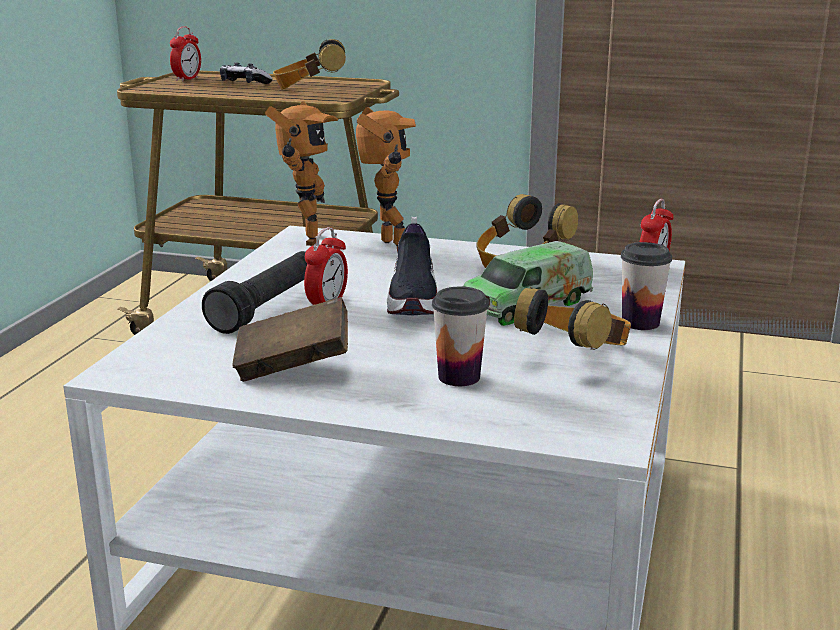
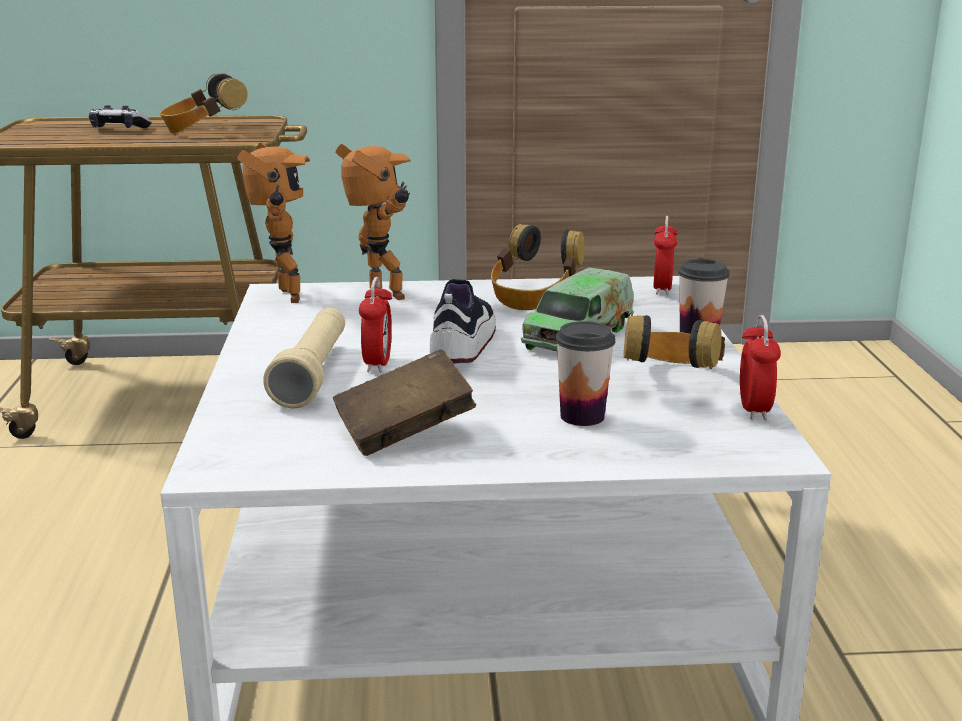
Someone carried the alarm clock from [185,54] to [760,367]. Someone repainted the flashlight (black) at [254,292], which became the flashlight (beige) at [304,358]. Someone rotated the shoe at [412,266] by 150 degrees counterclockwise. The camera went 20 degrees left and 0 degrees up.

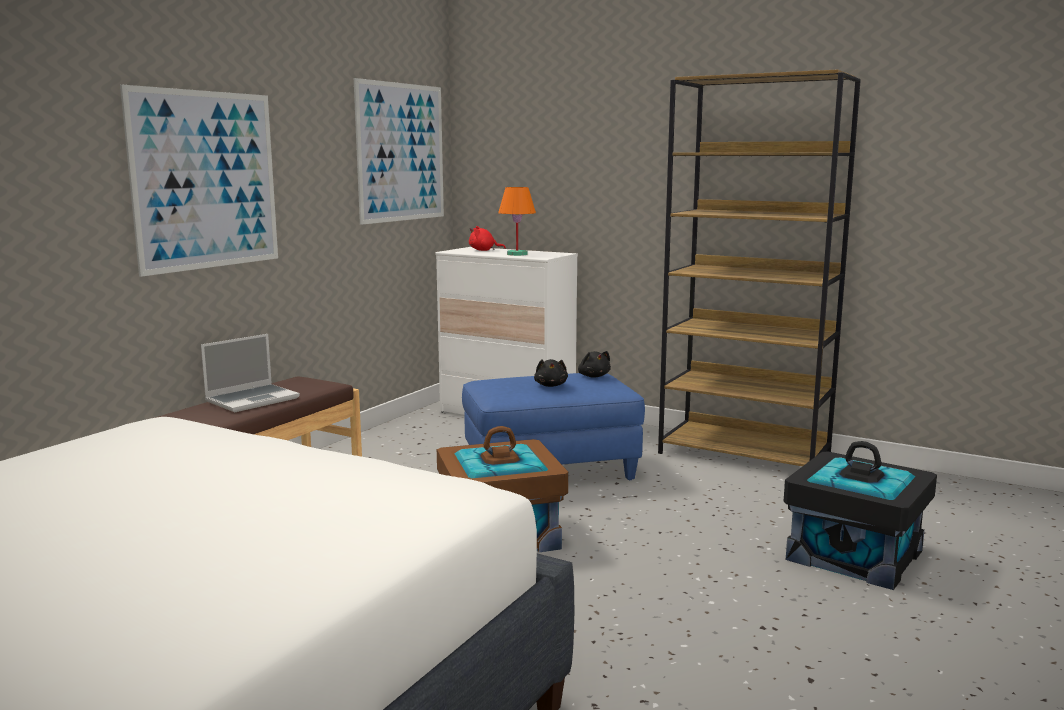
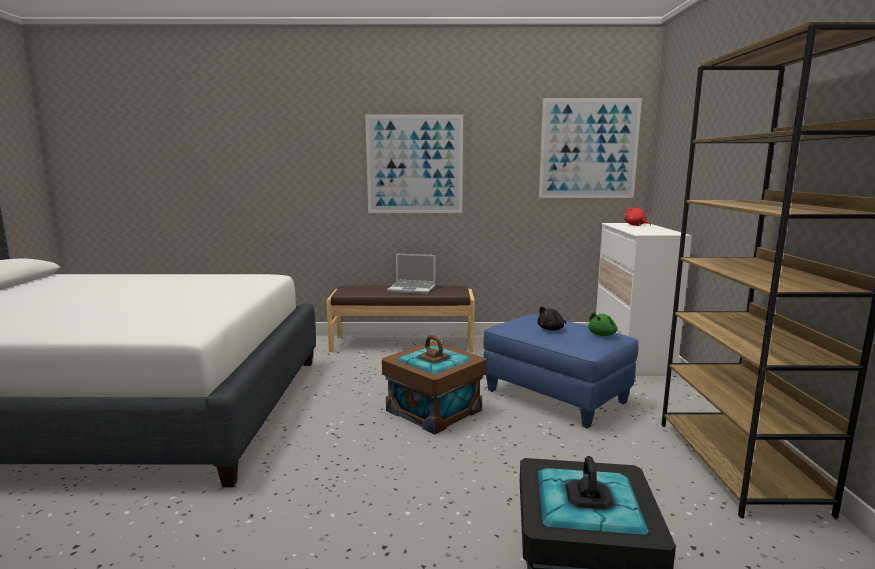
Someone took away the table lamp (orange) at [517,221]. Someone repainted the plush toy (black) at [594,364], which became the plush toy (green) at [602,324]. The camera went 60 degrees right and 0 degrees up.

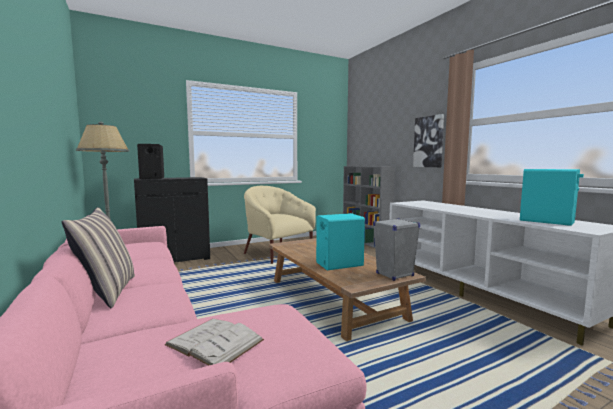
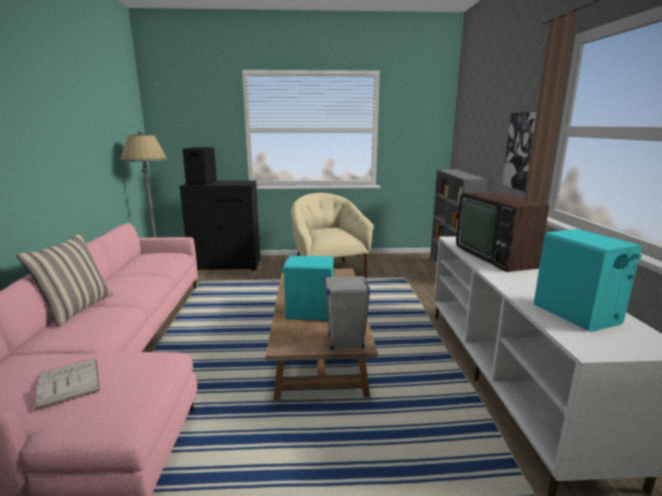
Someone put down the television at [502,232]. The camera went 25 degrees right and 10 degrees up.

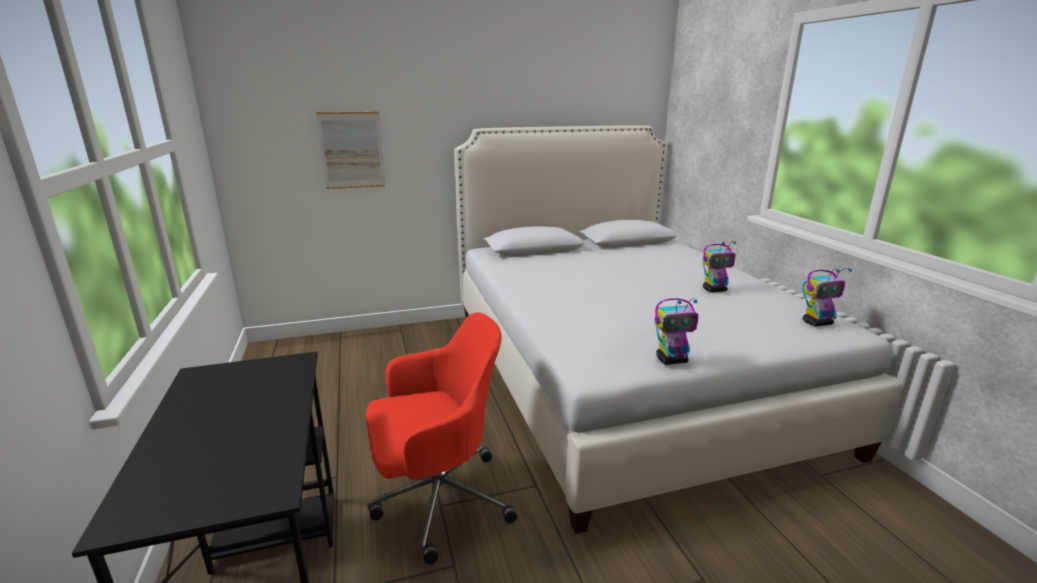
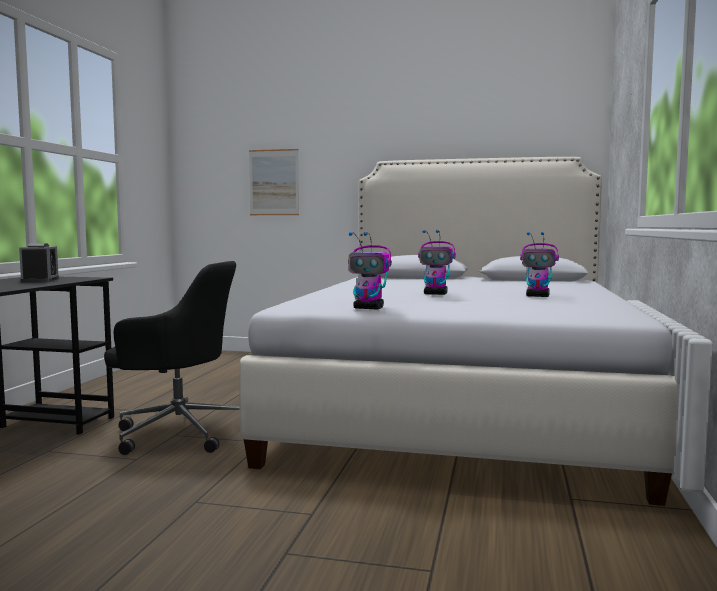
Someone repainted the office chair (red) at [441,438], which became the office chair (black) at [172,358]. Someone carried the toy robot from [827,297] to [437,262]. Someone put down the alarm clock at [39,262]. The camera went 30 degrees right and 15 degrees down.

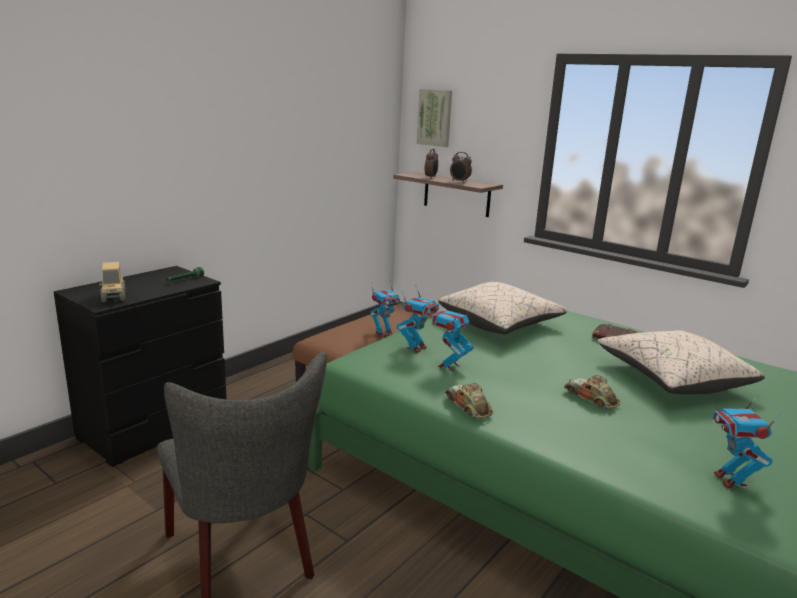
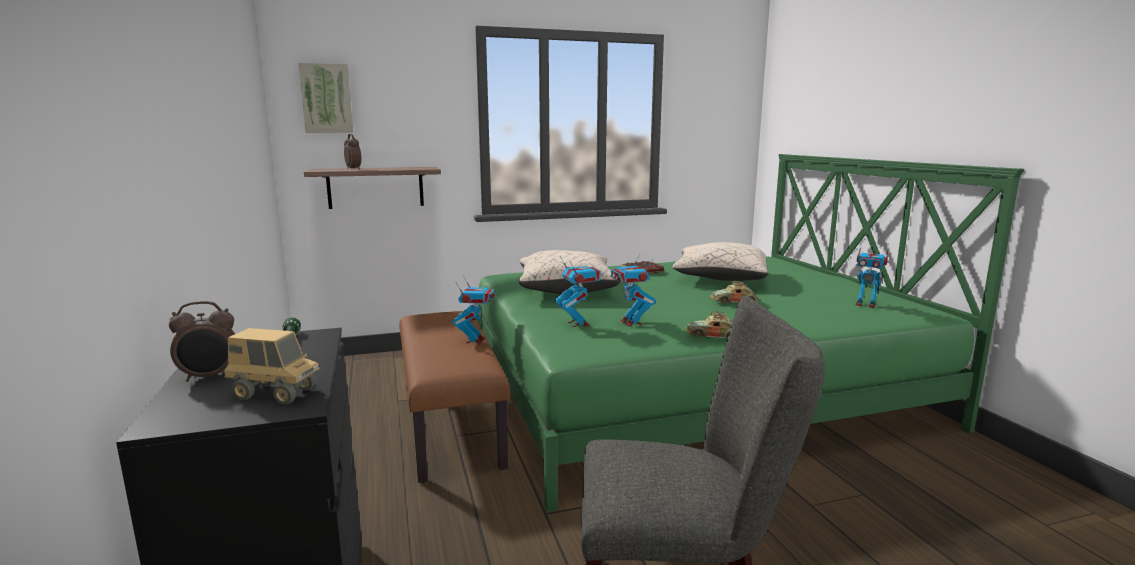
Someone carried the alarm clock from [461,167] to [202,341]. The camera went 55 degrees left and 5 degrees down.

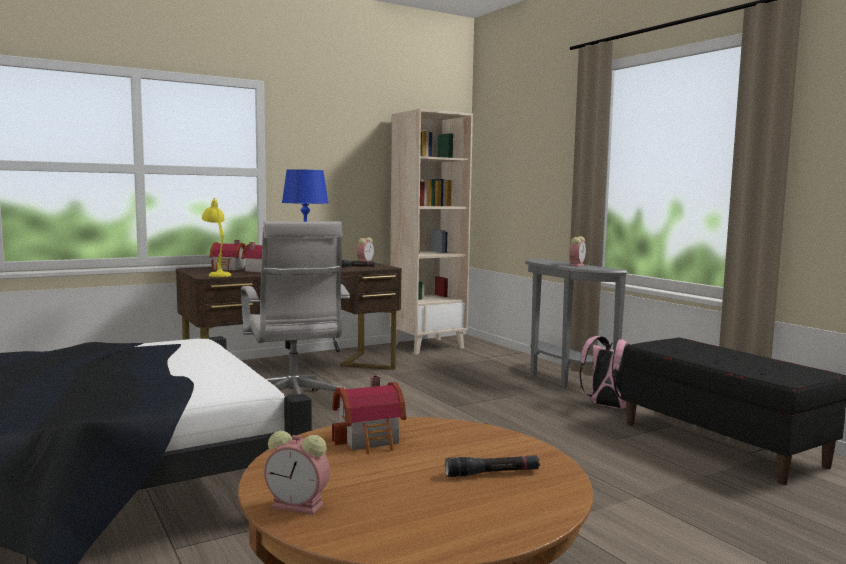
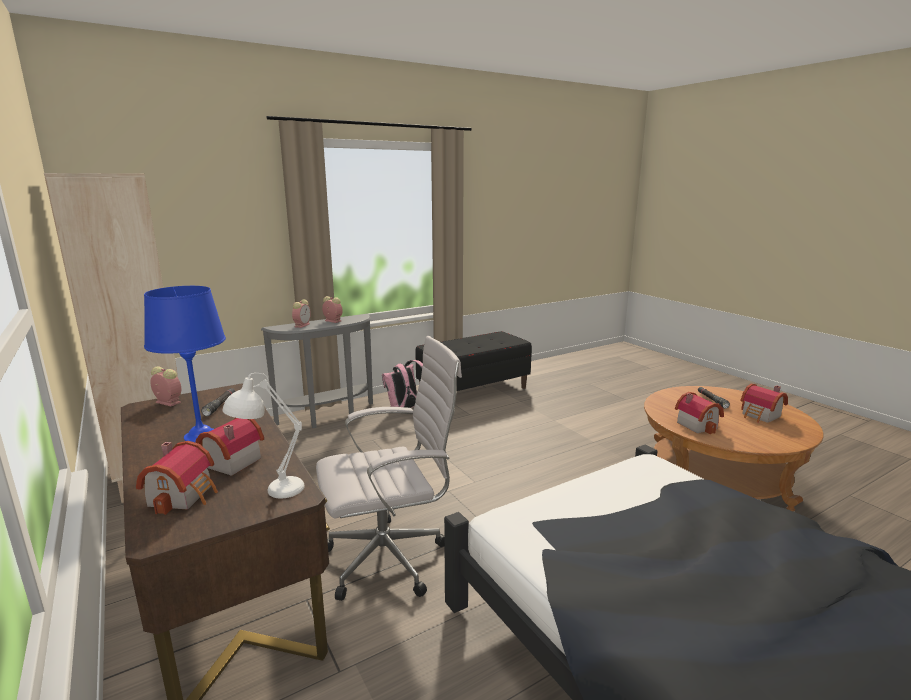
Someone repainted the table lamp (yellow) at [216,237], which became the table lamp (white) at [263,435]. Someone carried the alarm clock from [297,473] to [301,313]. Someone put down the toy house at [764,403]. The camera went 90 degrees left and 10 degrees up.

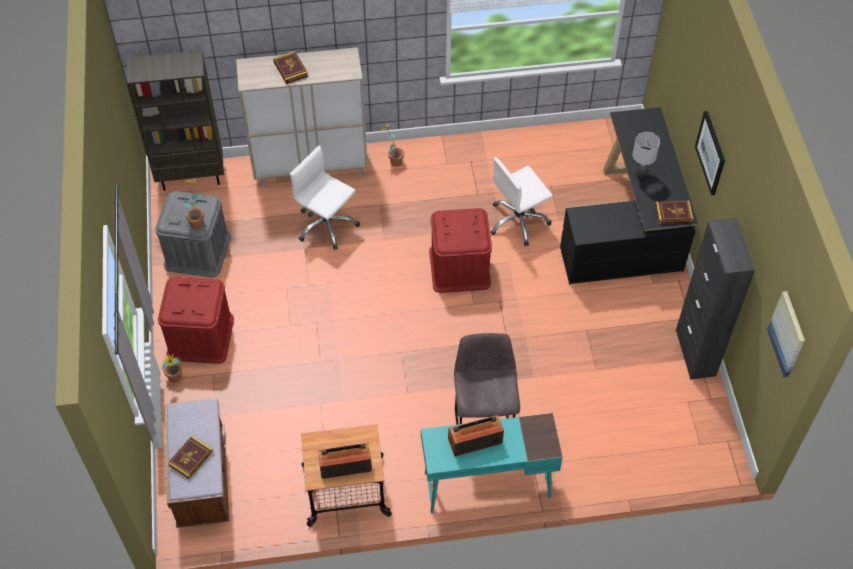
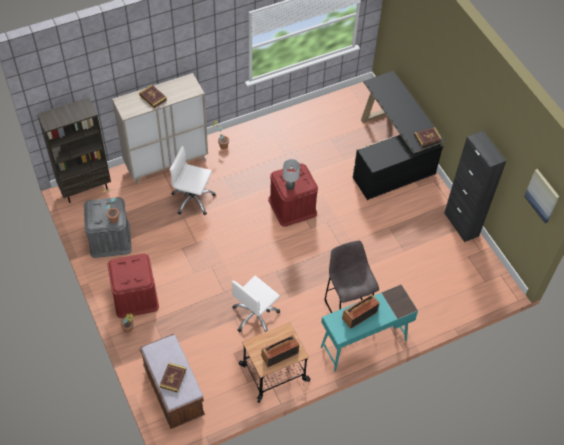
Someone carried the office chair (white) from [521,201] to [256,304]. Someone carried the table lamp (grey) from [646,155] to [291,174]. Someone took away the picture at [710,153]. The camera went 20 degrees left and 0 degrees up.

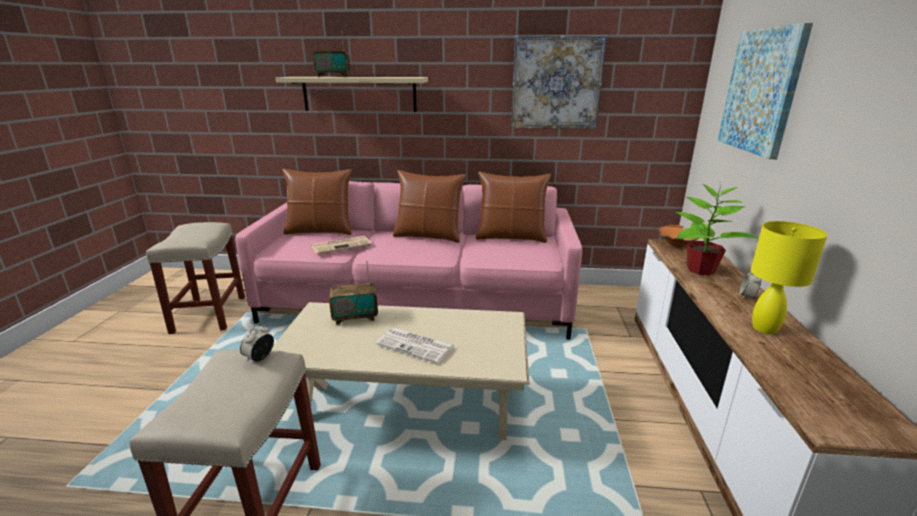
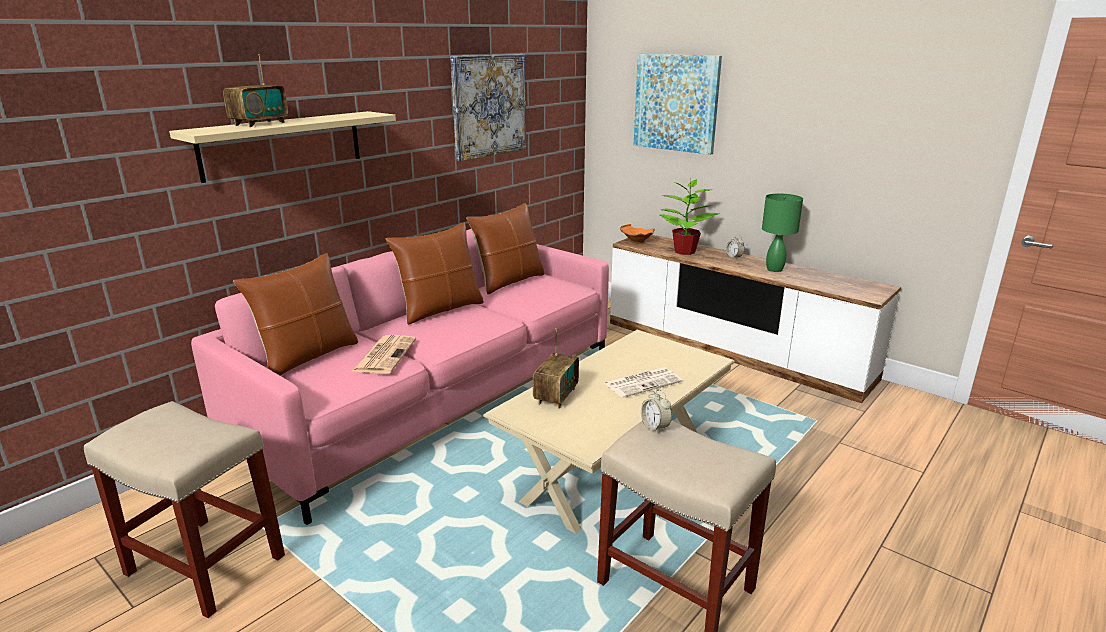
Someone repainted the table lamp (yellow) at [789,277], which became the table lamp (green) at [782,232]. The camera went 55 degrees left and 0 degrees up.

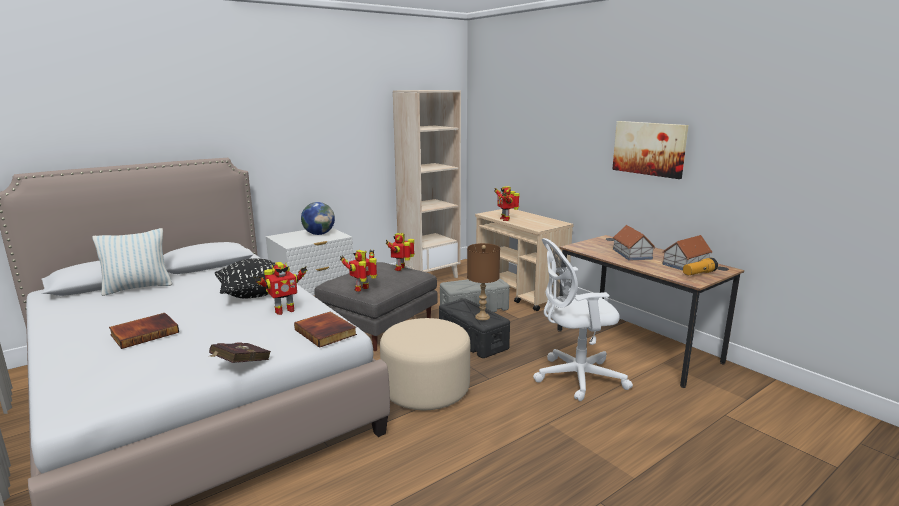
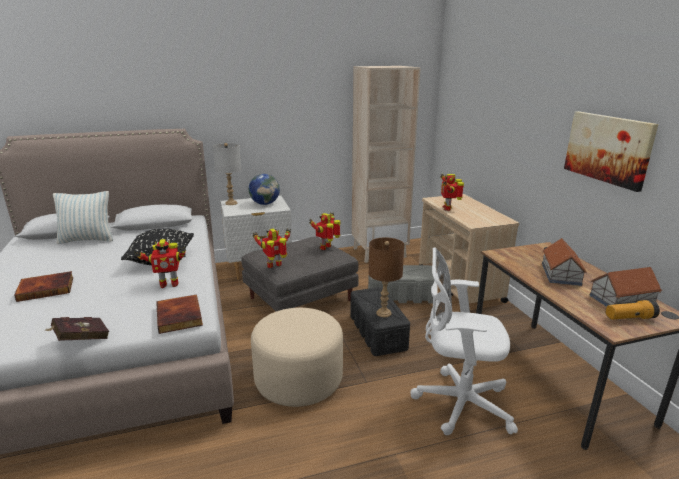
Someone put down the table lamp (grey) at [227,174]. The camera went 20 degrees right and 5 degrees up.

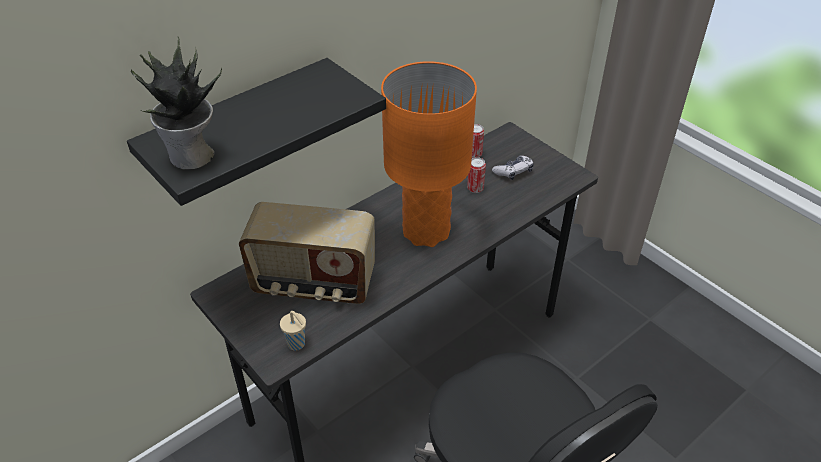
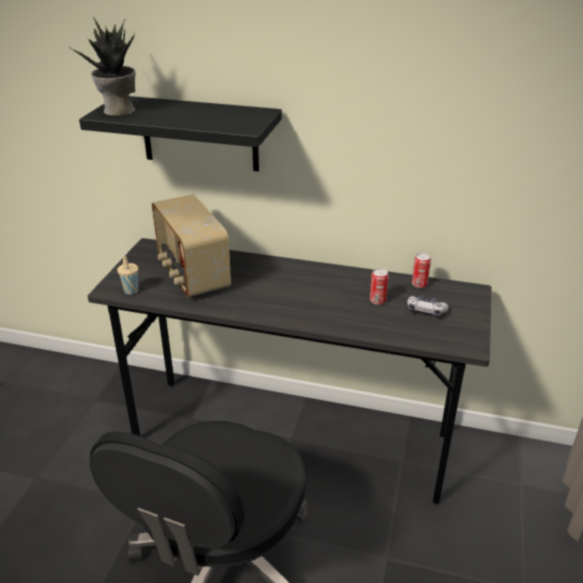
Someone took away the table lamp (orange) at [429,154]. The camera went 55 degrees right and 10 degrees down.

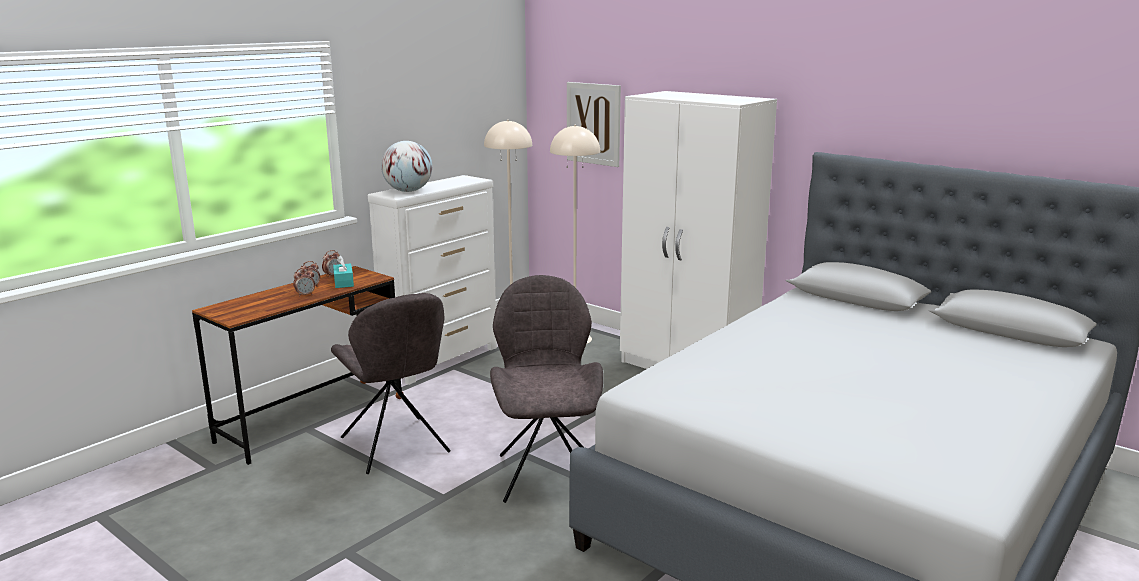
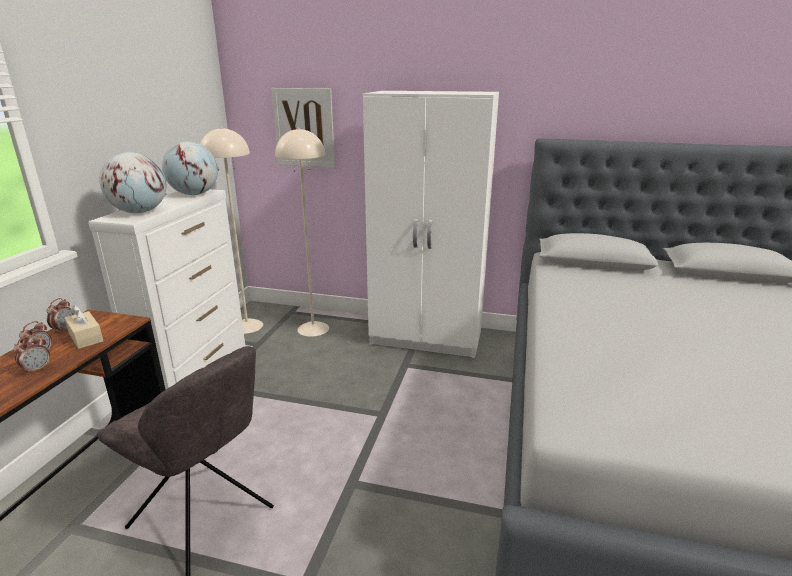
Someone repainted the tissue box (turquoise) at [343,271], which became the tissue box (beige) at [83,327]. Someone took away the chair (grey) at [546,389]. Someone put down the globe at [190,168]. The camera went 25 degrees left and 5 degrees up.

